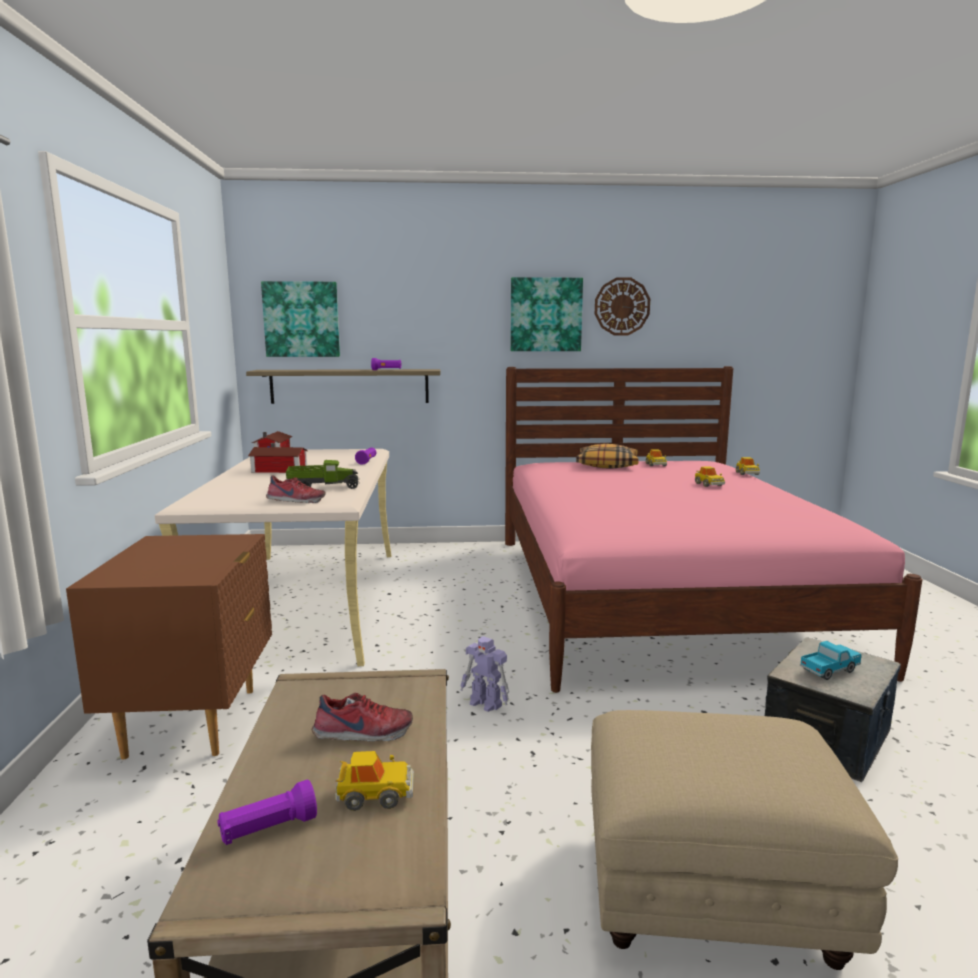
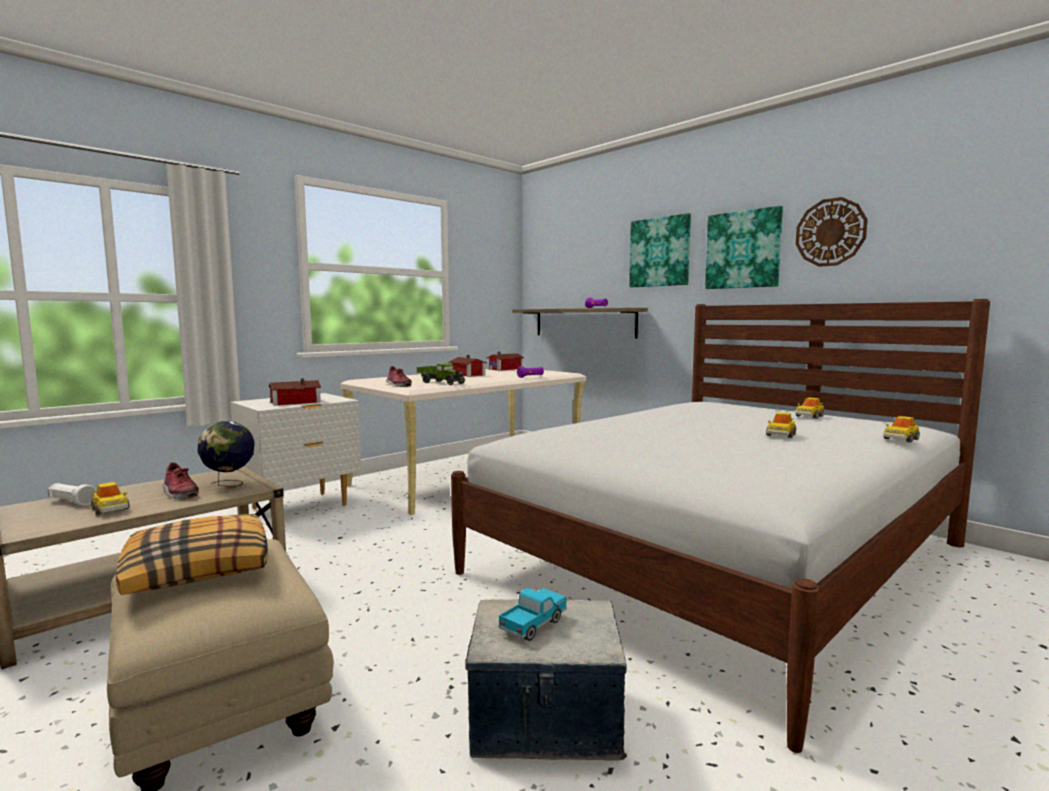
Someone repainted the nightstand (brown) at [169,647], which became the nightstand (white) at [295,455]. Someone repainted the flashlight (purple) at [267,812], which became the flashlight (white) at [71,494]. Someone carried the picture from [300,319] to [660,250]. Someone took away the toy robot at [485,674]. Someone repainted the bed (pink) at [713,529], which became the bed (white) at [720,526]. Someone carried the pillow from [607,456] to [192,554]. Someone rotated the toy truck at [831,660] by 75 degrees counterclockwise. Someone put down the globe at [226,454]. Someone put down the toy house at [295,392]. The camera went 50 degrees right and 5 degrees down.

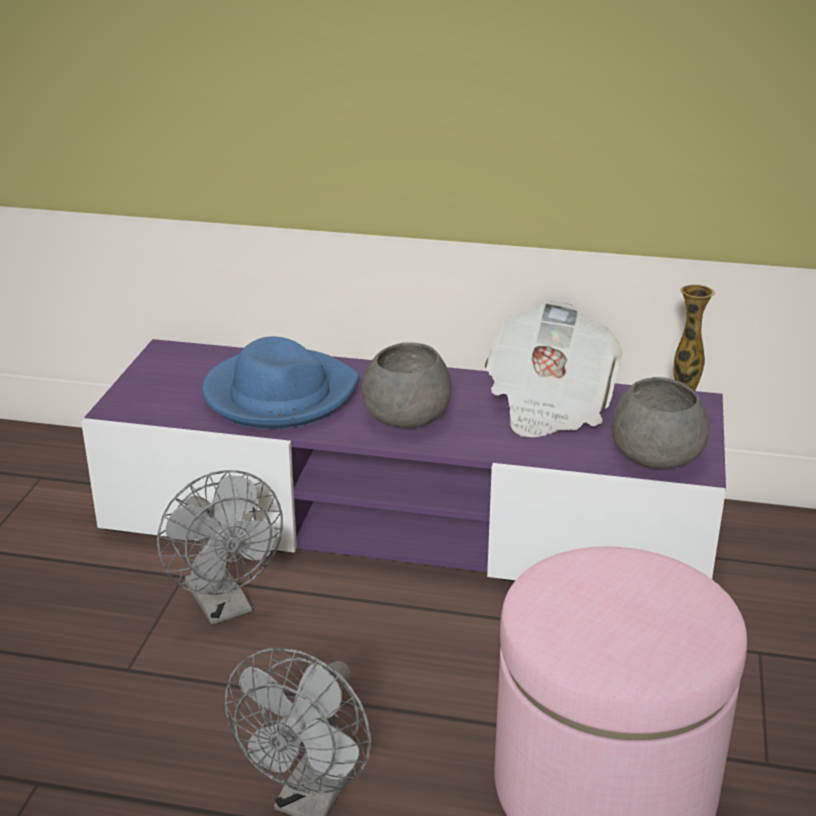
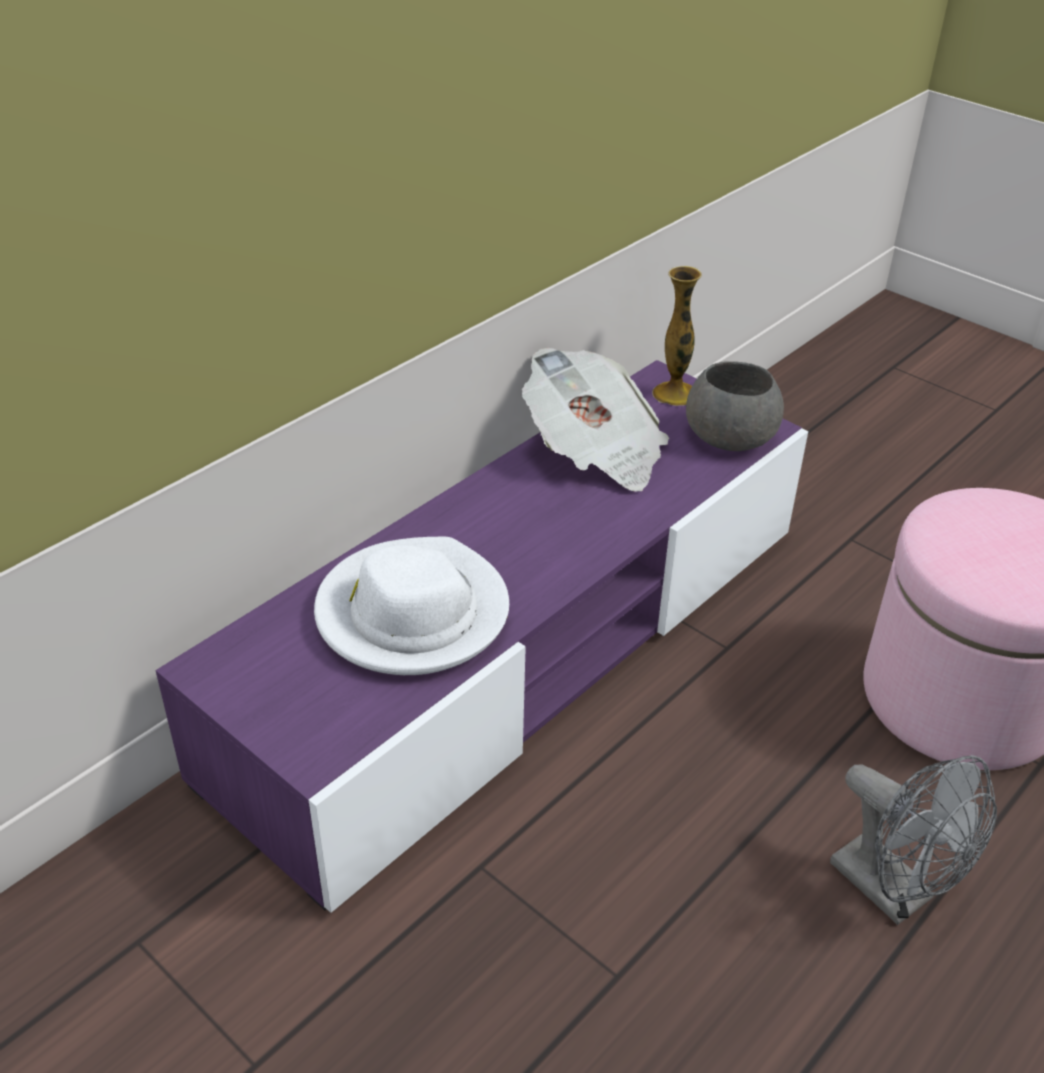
Someone took away the fan (grey) at [220,547]. Someone repainted the hat (blue) at [281,382], which became the hat (white) at [411,606]. Someone took away the bowl (grey) at [406,385]. The camera went 60 degrees left and 10 degrees up.

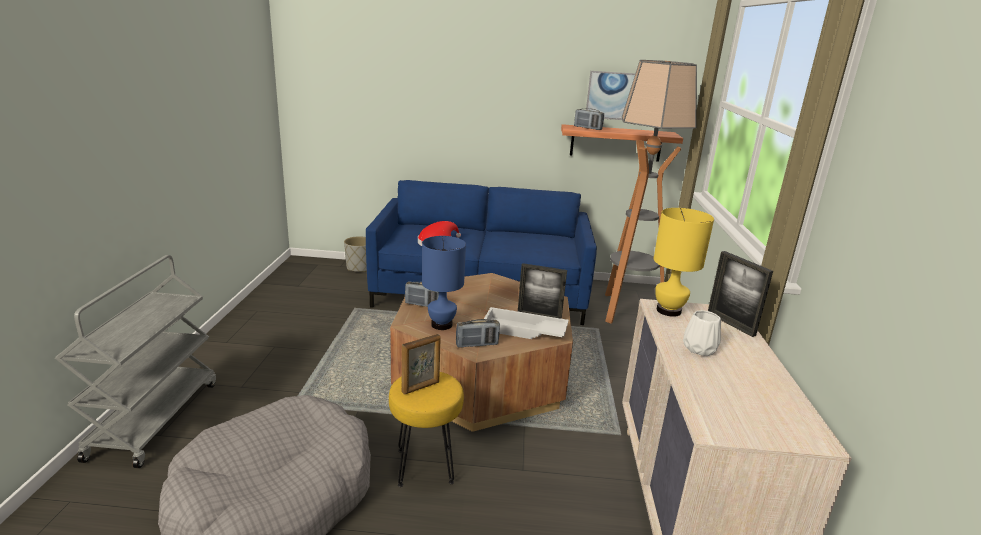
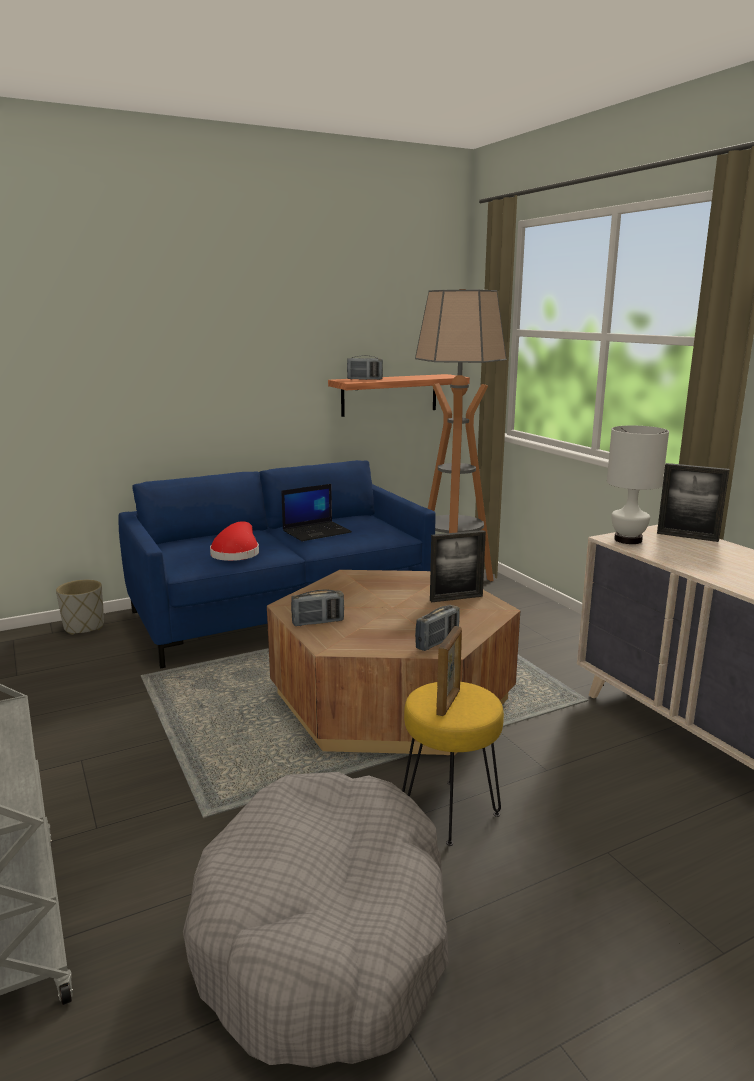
Someone took away the table lamp (blue) at [444,283]. Someone took away the tray (white) at [526,323]. Someone took away the picture at [610,95]. Someone repainted the table lamp (yellow) at [684,262], which became the table lamp (white) at [638,485]. Someone took away the vase (white) at [702,333]. Someone put down the laptop at [316,512]. The camera went 30 degrees left and 5 degrees down.

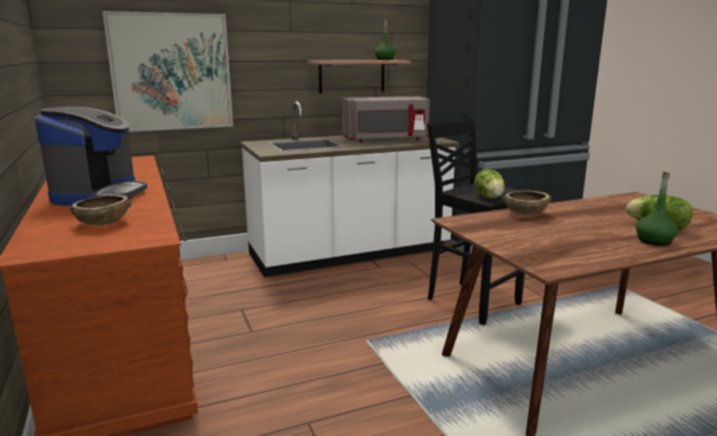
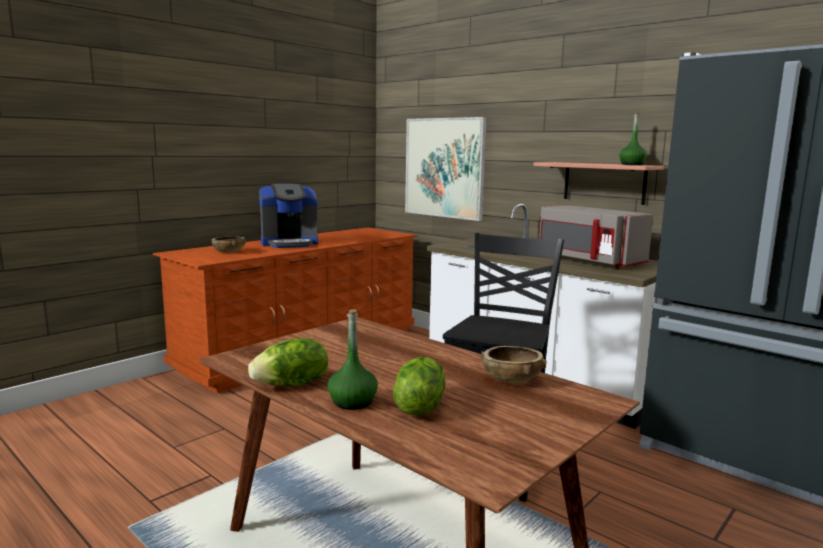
Someone carried the lettuce from [489,183] to [288,362]. Someone carried the bowl (brown) from [527,203] to [513,364]. The camera went 65 degrees right and 5 degrees down.

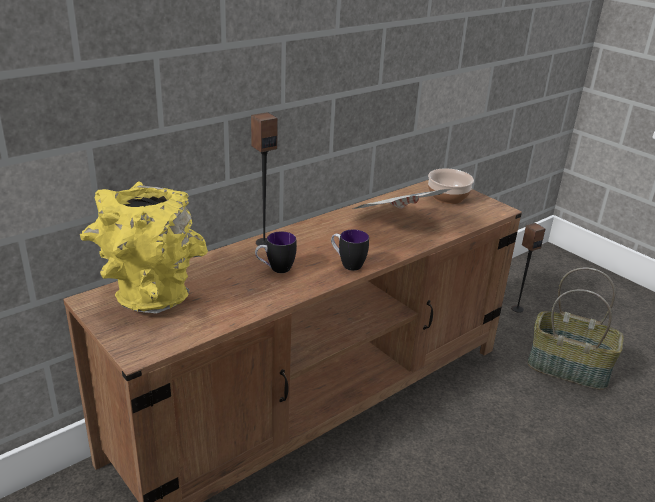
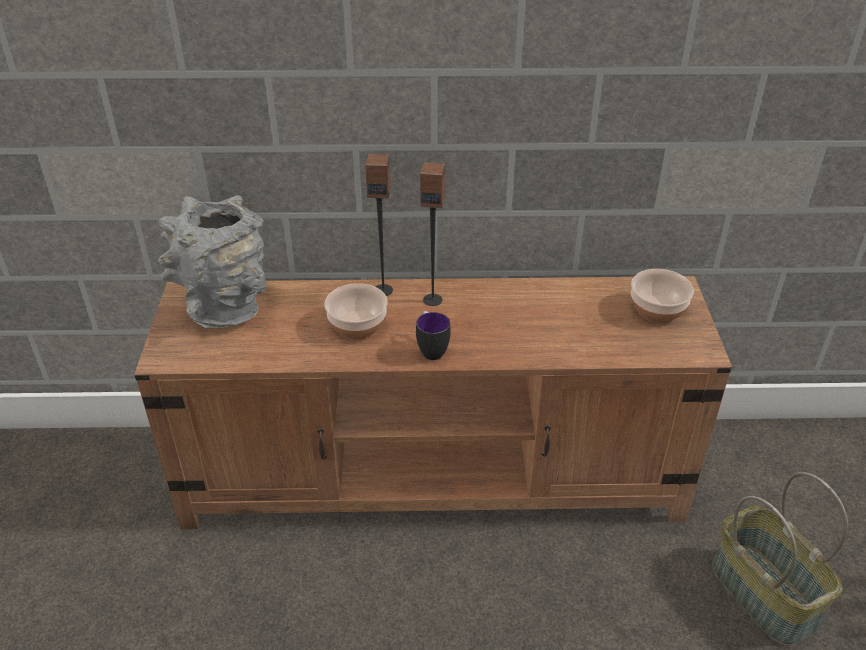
Someone repainted the vase (yellow) at [144,247], which became the vase (grey) at [212,261]. Someone swapped the mug at [276,252] for the bowl at [356,311]. Someone took away the newspaper at [401,199]. Someone carried the speaker from [528,268] to [432,234]. The camera went 40 degrees right and 10 degrees up.

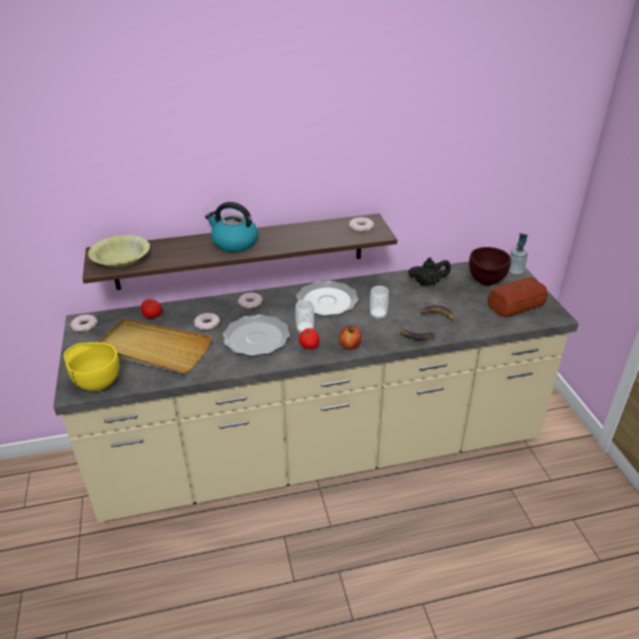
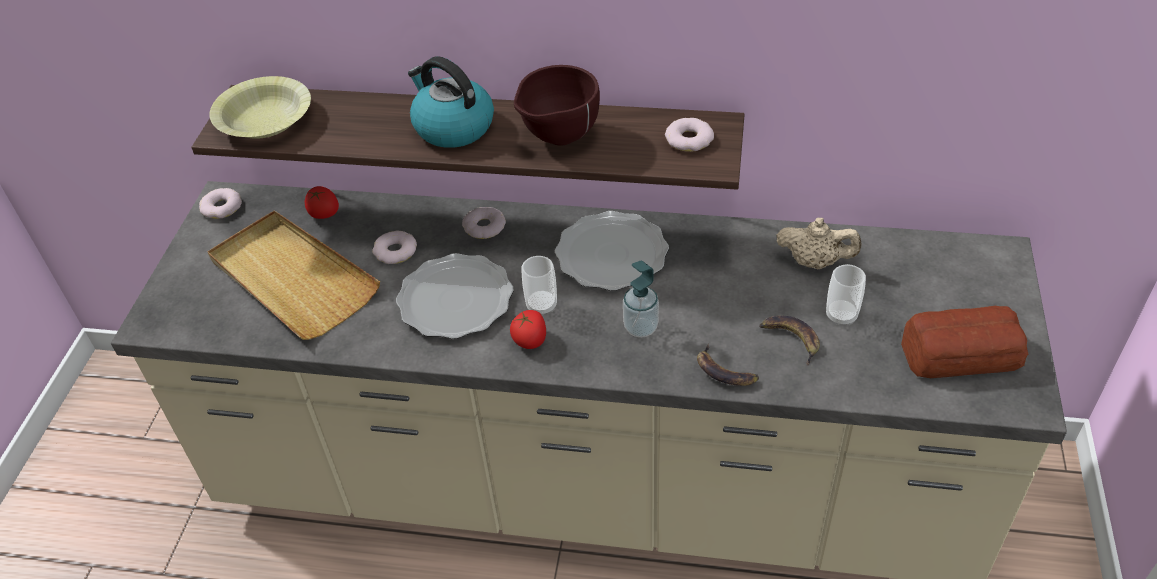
Someone took away the bowl (yellow) at [91,366]. Someone took away the apple at [350,338]. Someone carried the cup from [379,303] to [846,294]. Someone repainted the teapot (black) at [429,271], which became the teapot (beige) at [819,243]. Someone carried the bowl (brown) from [490,266] to [557,105]. Someone carried the soap dispenser from [518,253] to [641,299]. The camera went 25 degrees right and 10 degrees up.

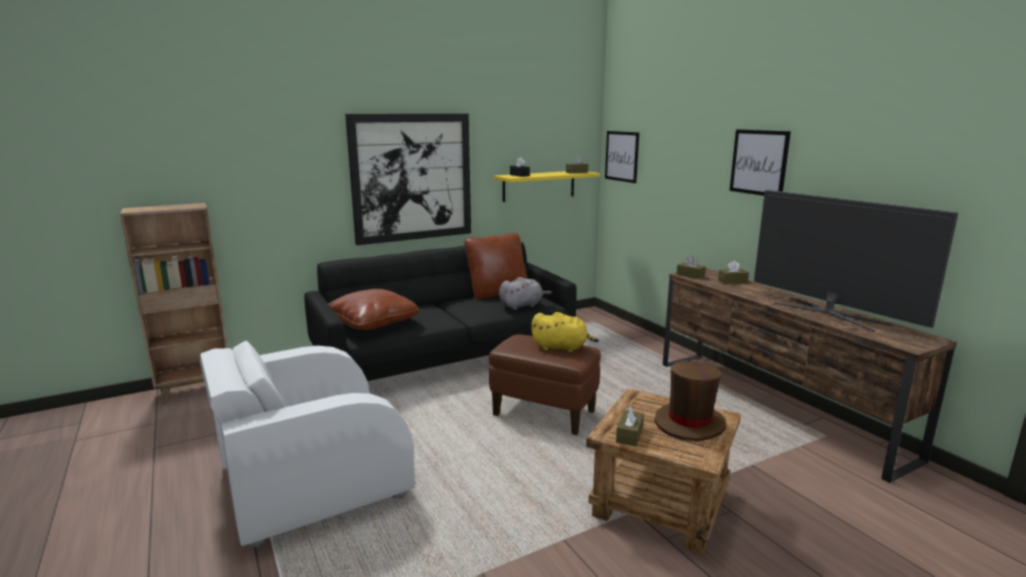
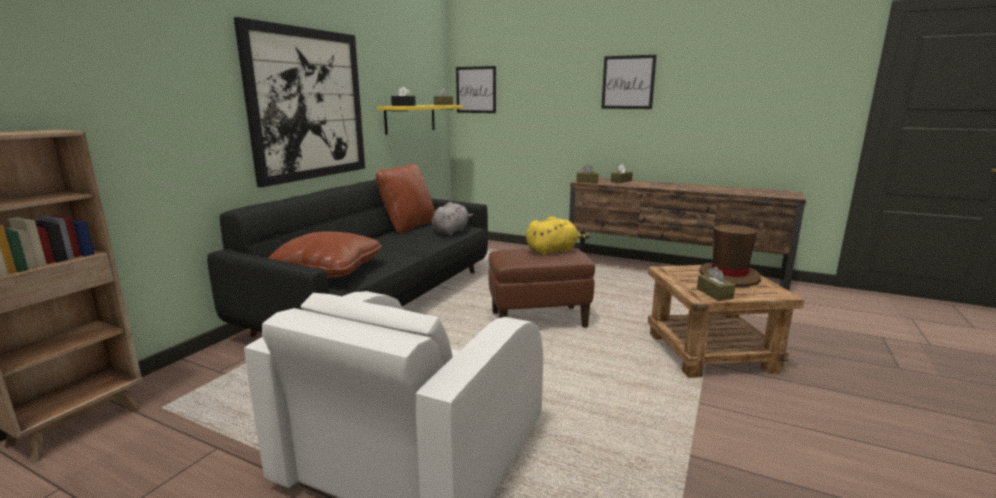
Someone took away the television at [856,261]. The camera went 35 degrees left and 0 degrees up.

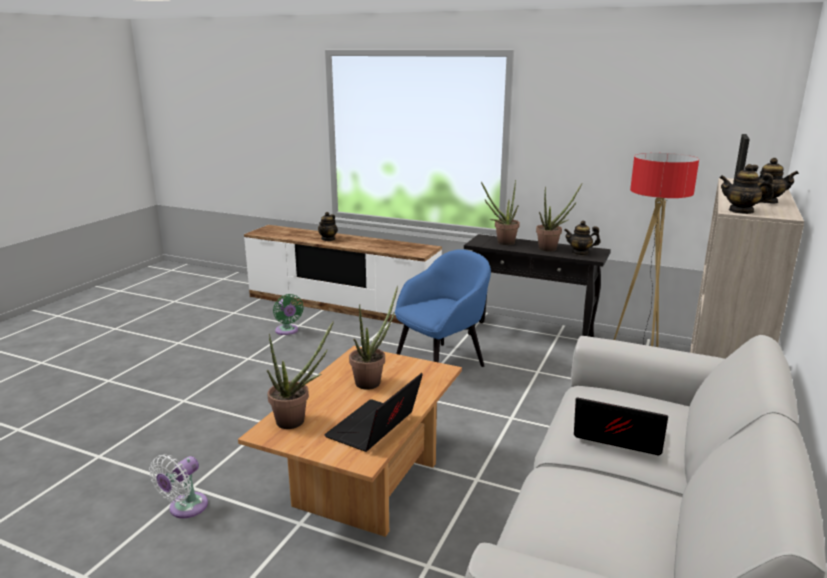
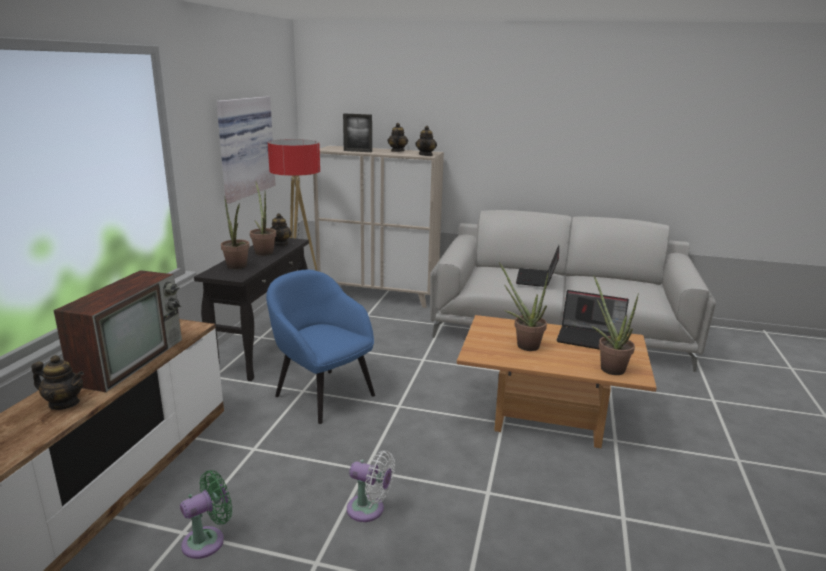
Someone carried the fan (white) from [178,486] to [371,486]. Someone put down the television at [117,331]. Someone put up the picture at [245,149]. The camera went 100 degrees left and 0 degrees up.

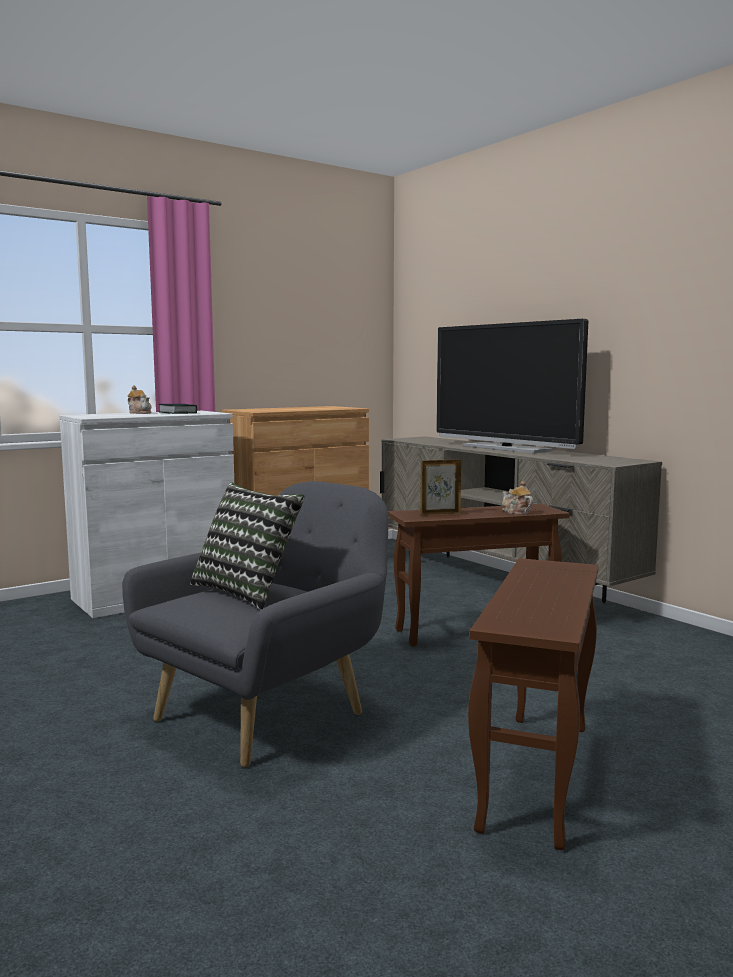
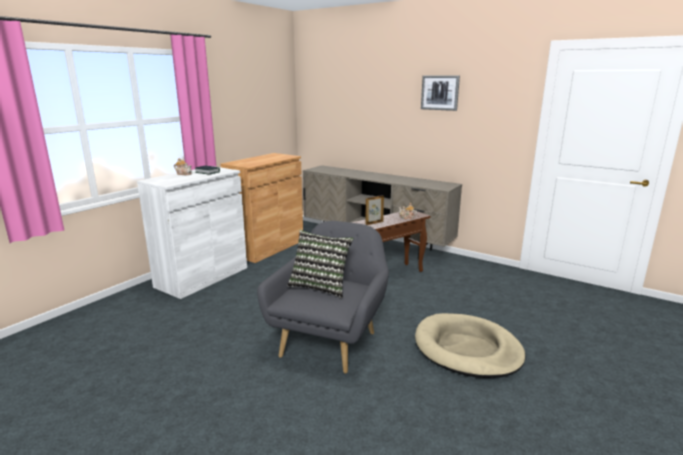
Someone took away the television at [512,386]. Someone swapped the side table (brown) at [533,704] for the dog bed (beige) at [470,345]. Someone put up the picture at [440,93]. The camera went 20 degrees left and 10 degrees up.

